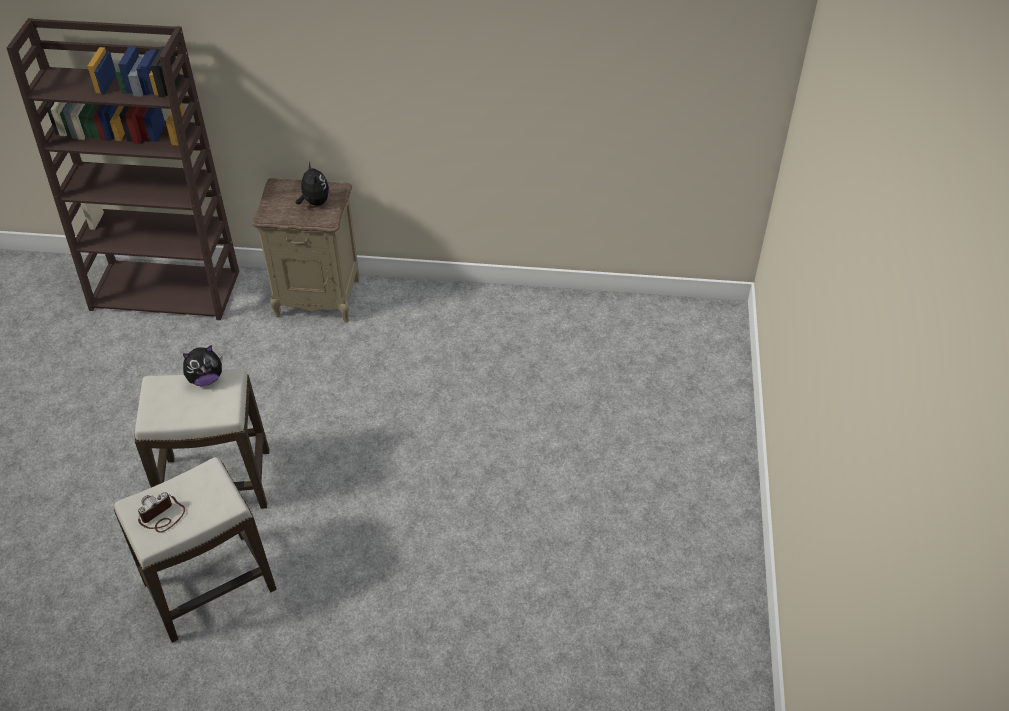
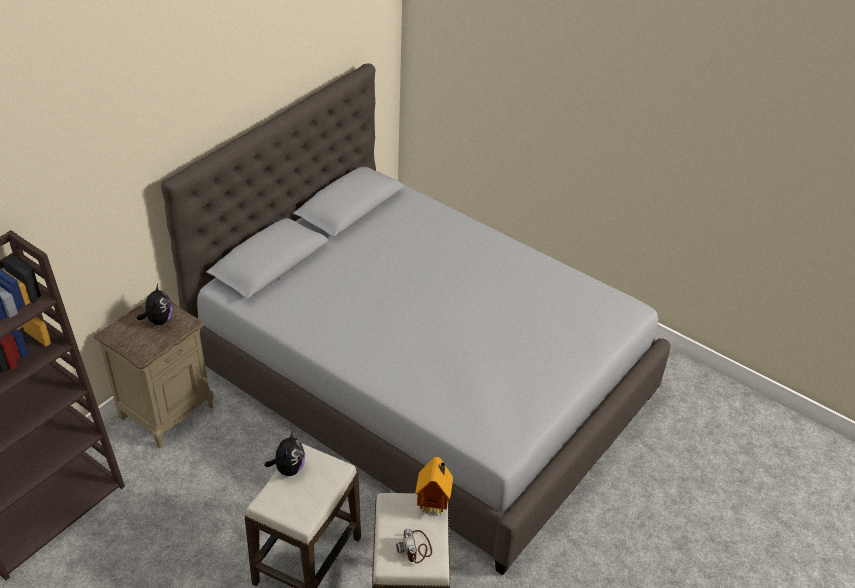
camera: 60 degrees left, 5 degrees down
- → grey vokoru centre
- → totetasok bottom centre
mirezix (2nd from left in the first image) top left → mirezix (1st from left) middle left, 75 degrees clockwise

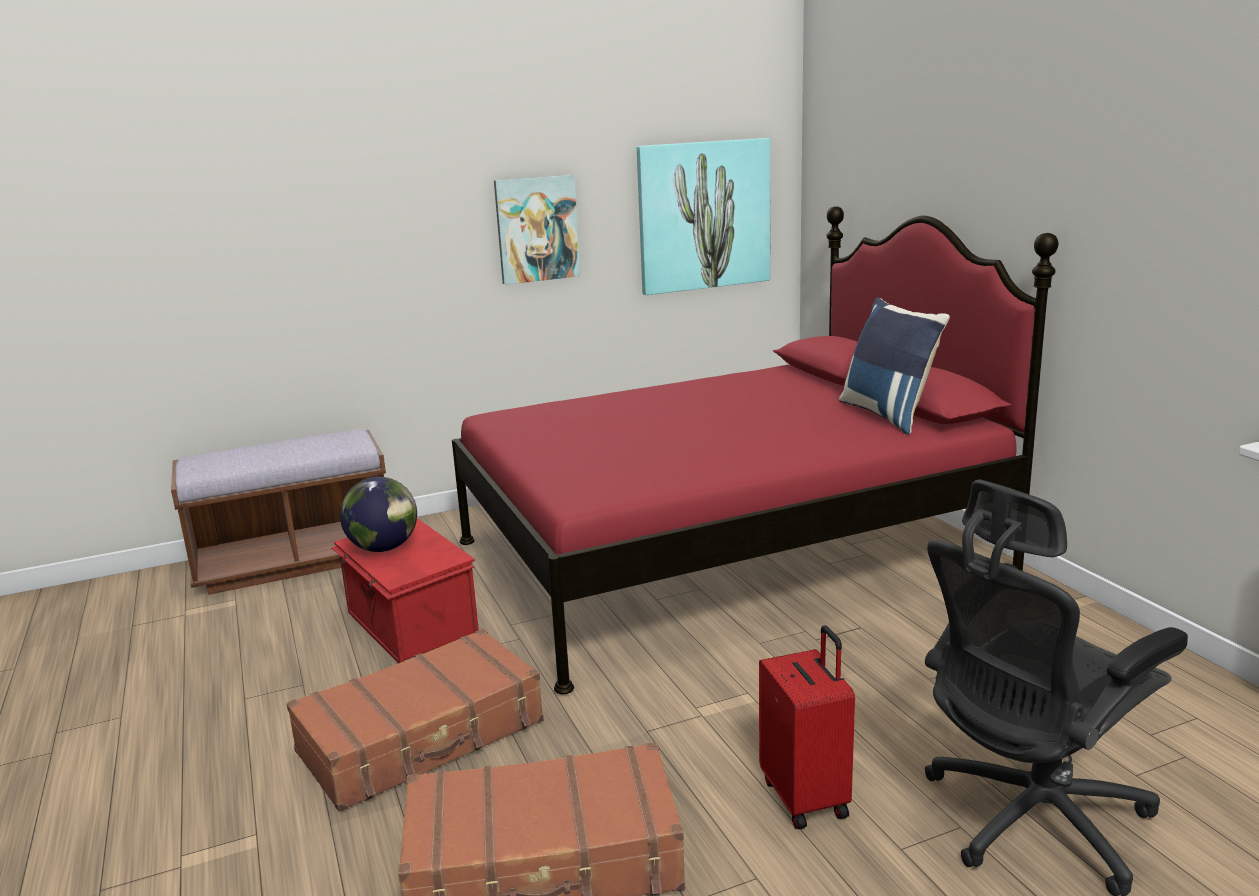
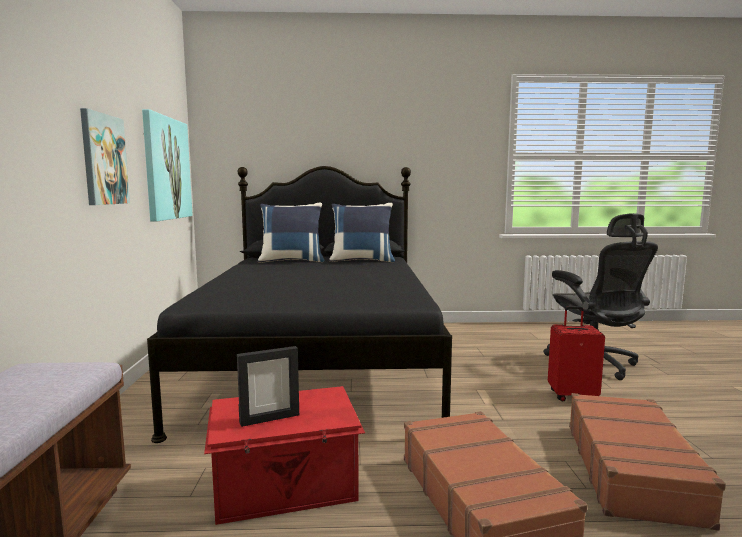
camera: 70 degrees left, 10 degrees down
- → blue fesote (1st from left) centre
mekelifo middle left → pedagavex bottom centre
red vokoru centre → black vokoru centre

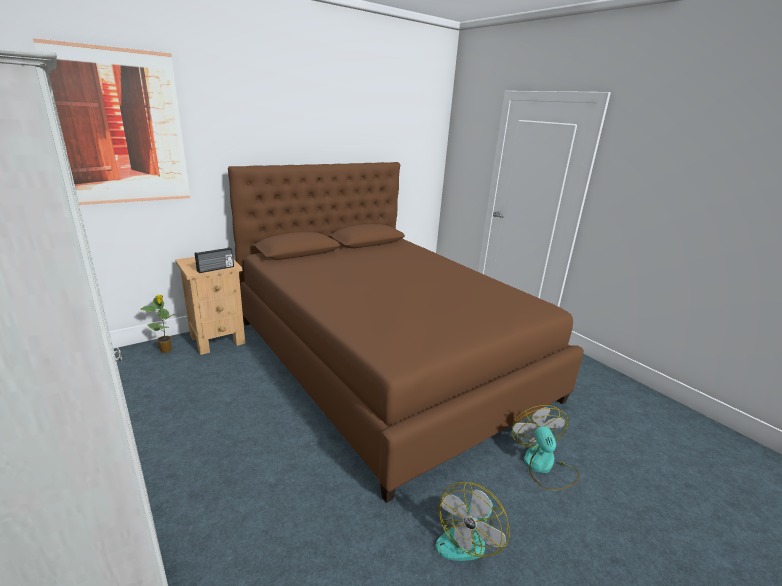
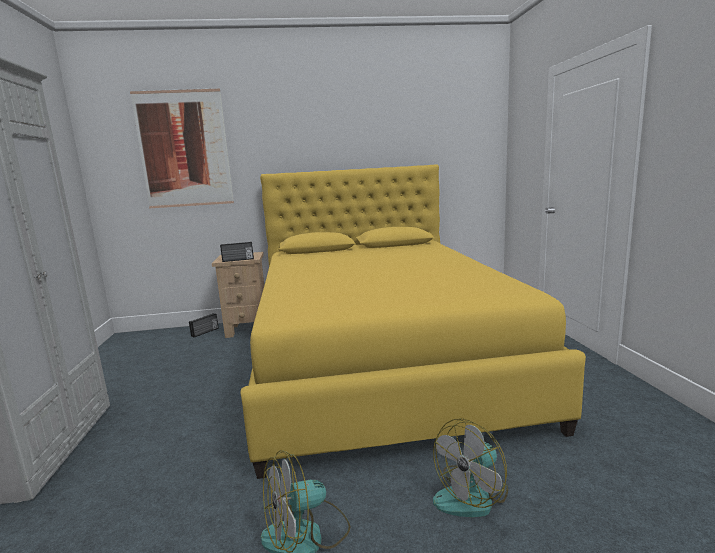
camera: 30 degrees right, 10 degrees down
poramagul middle left → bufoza (1st from left) middle left
brown vokoru centre → yellow vokoru centre
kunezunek (2nd from left) bottom right → kunezunek (2nd from left) bottom centre, 150 degrees counterclockwise

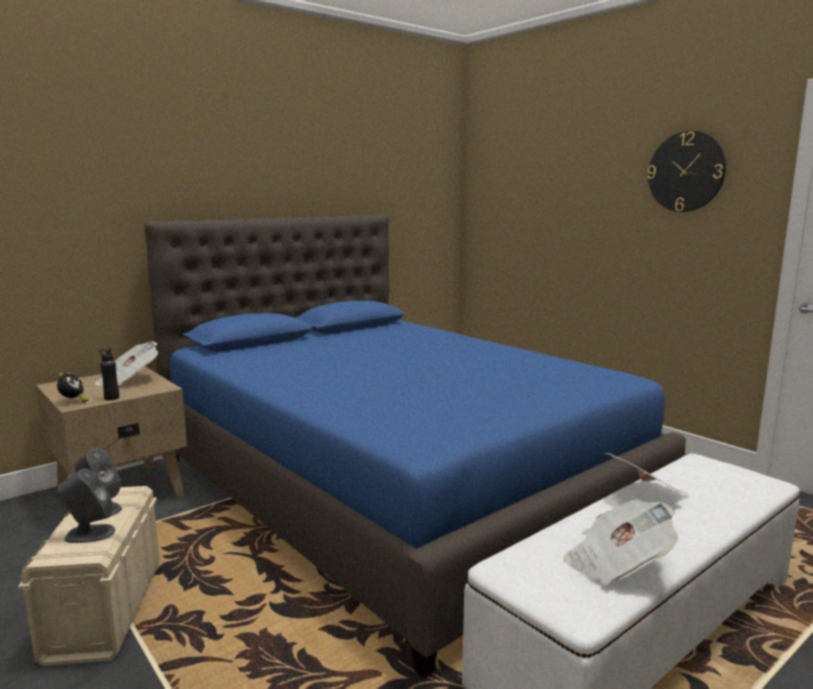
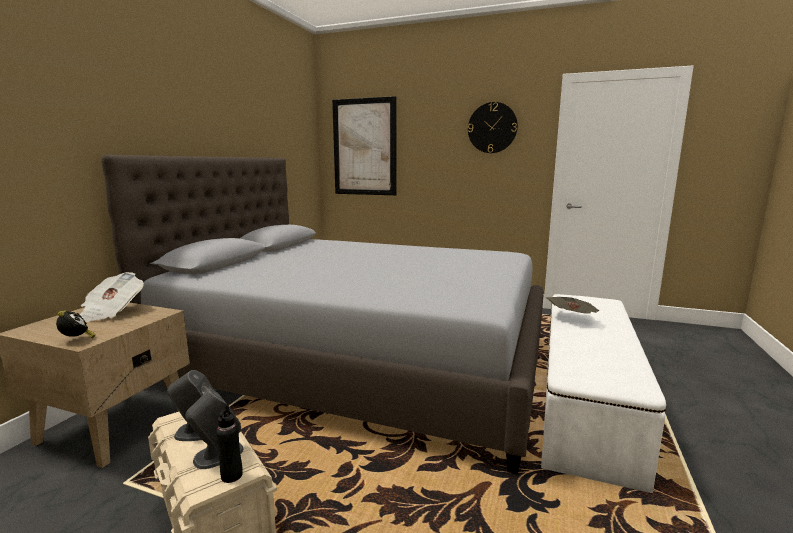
camera: 30 degrees left, 0 degrees up
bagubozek (2nd from left) bottom right → -
- → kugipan top centre
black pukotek middle left → black pukotek bottom left, move
blue vokoru centre → grey vokoru centre

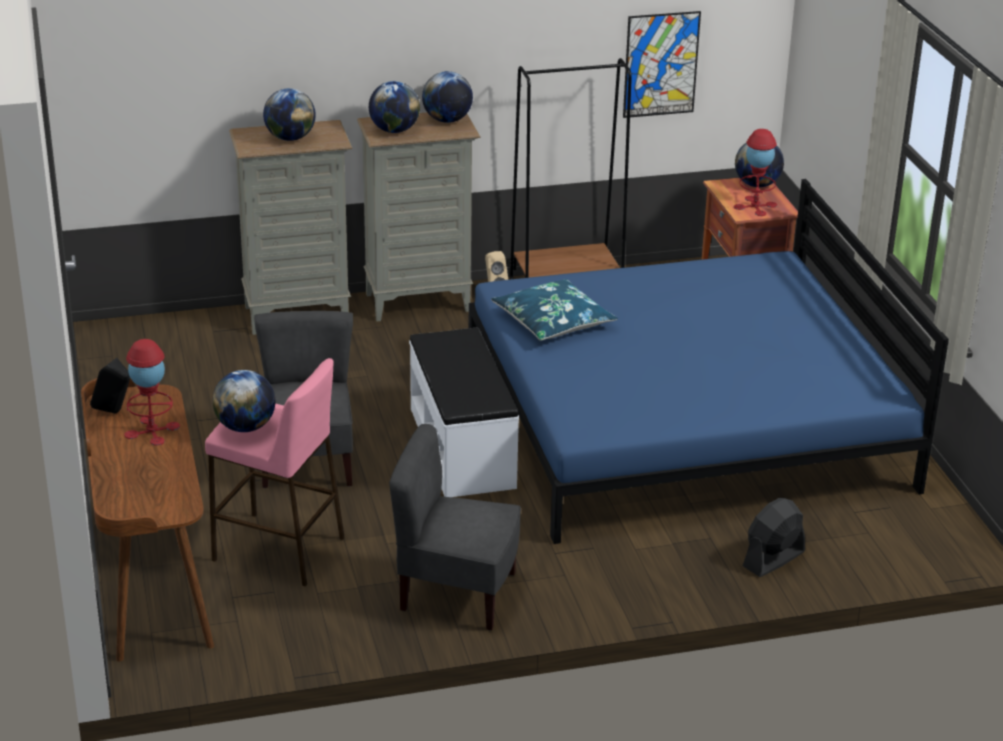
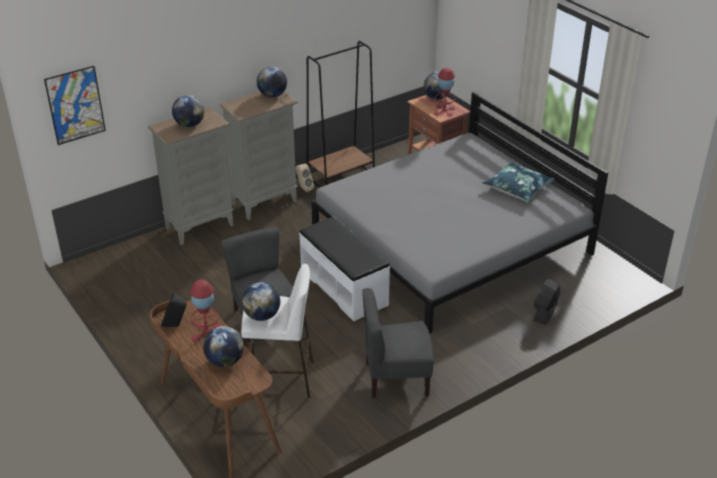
camera: 20 degrees left, 5 degrees up
mekelifo (3rd from left in the first image) top centre → mekelifo (2nd from left) bottom left, move
blue fesote centre → blue fesote middle right, move
kugipan top centre → kugipan top left, move
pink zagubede middle left → white zagubede bottom centre
blue vokoru middle right → grey vokoru centre

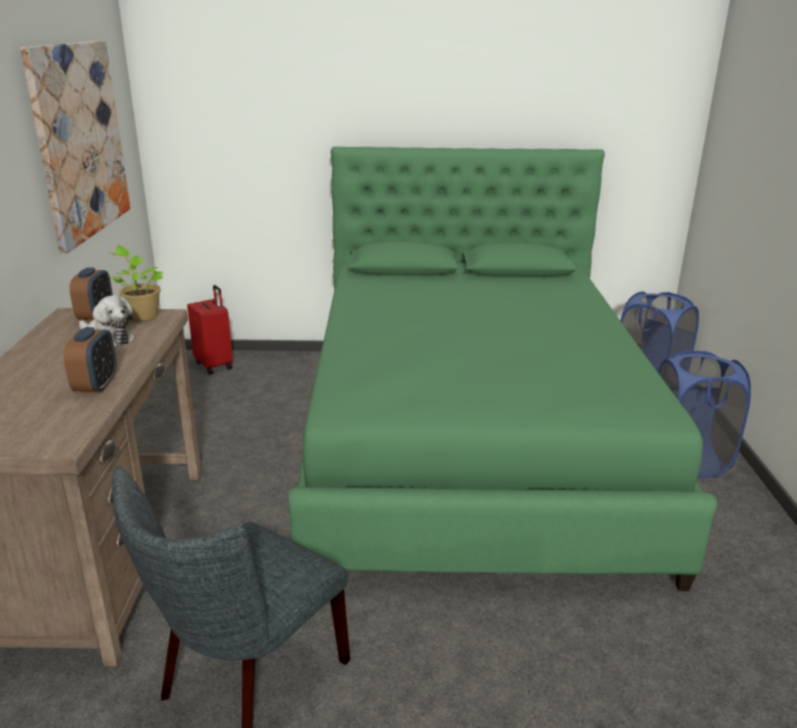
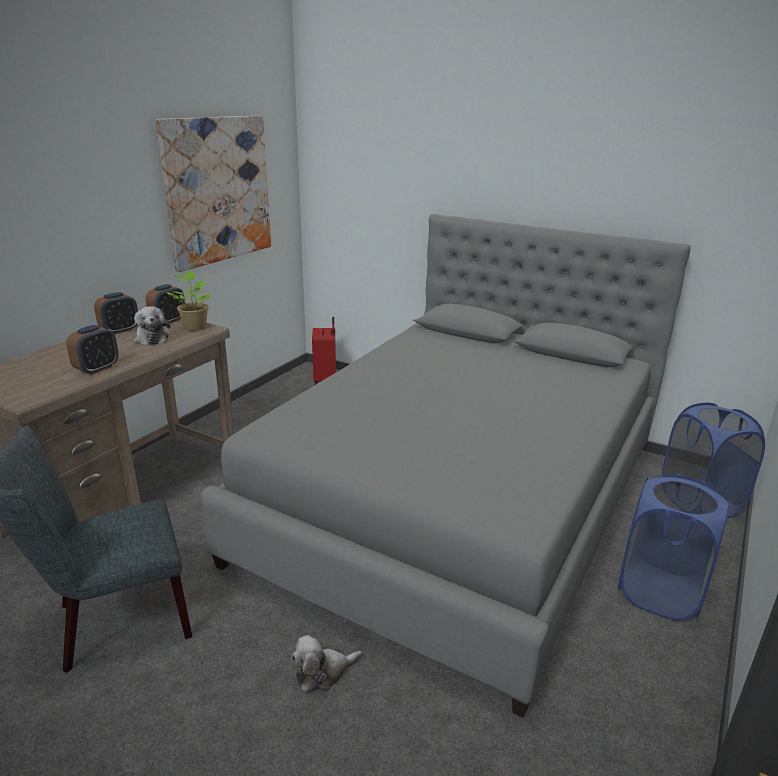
camera: 30 degrees right, 0 degrees up
- → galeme (2nd from left) middle left
- → mirezix (2nd from left) bottom centre
green vokoru centre → grey vokoru centre

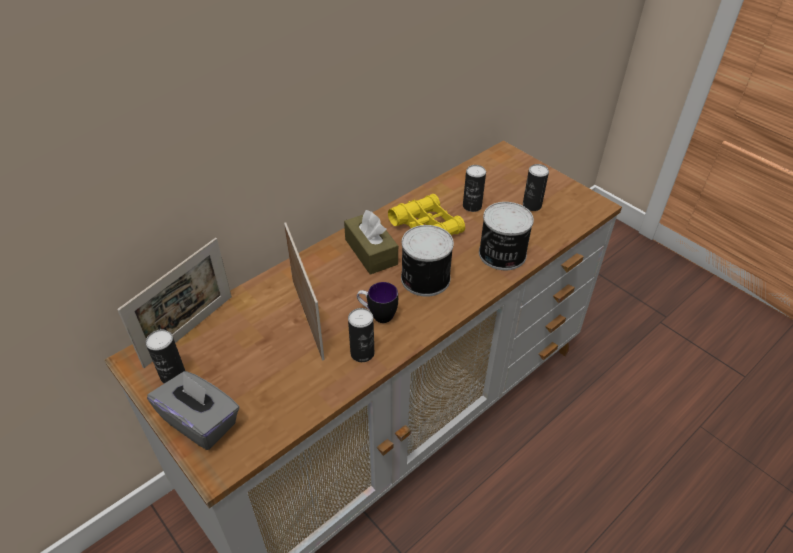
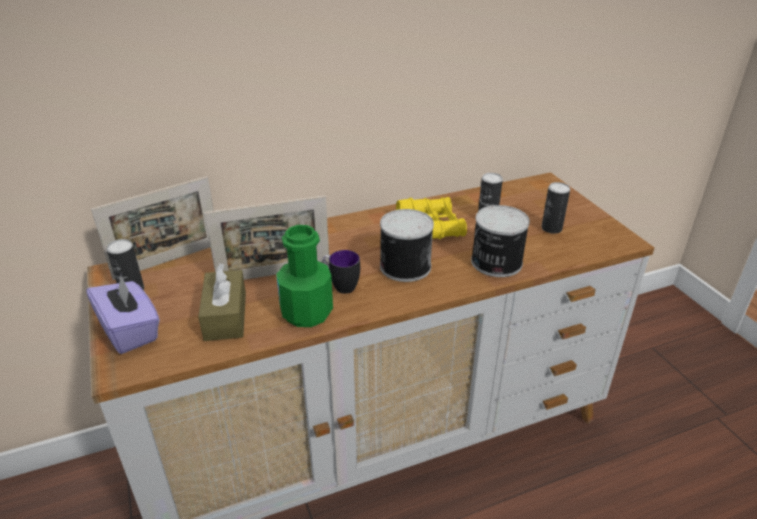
camera: 20 degrees right, 10 degrees down
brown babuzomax centre → brown babuzomax middle left, move
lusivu (2nd from left) centre → green pukotek centre
grey babuzomax bottom left → purple babuzomax middle left
pedagavex (2nd from left) centre, 75 degrees clockwise

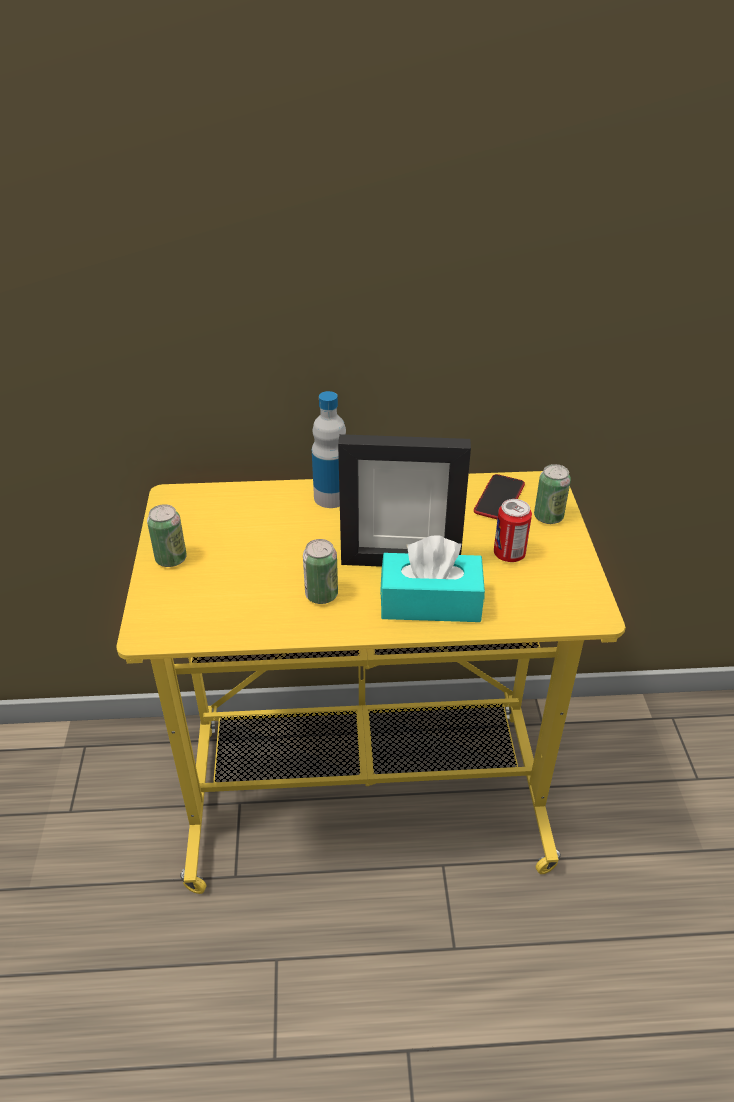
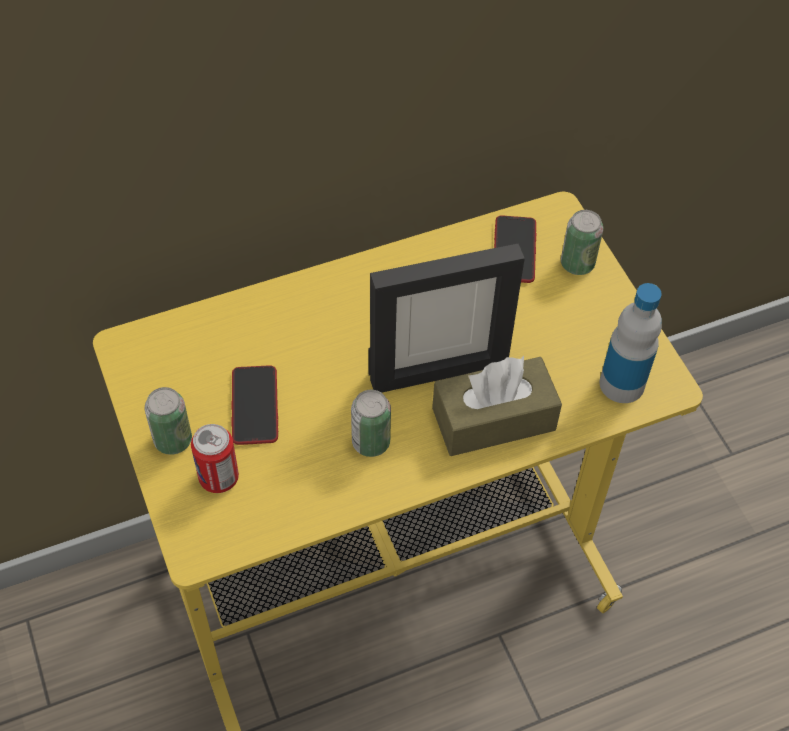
camera: 20 degrees left, 15 degrees up
- → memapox (1st from left) middle left
pukotek centre → pukotek middle right, move
lusivu (3rd from left in the first image) middle right → lusivu (2nd from left) middle left, move
turquoise babuzomax centre → brown babuzomax centre

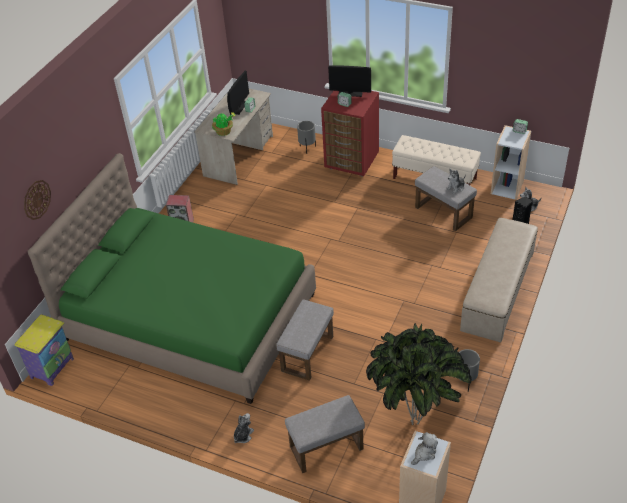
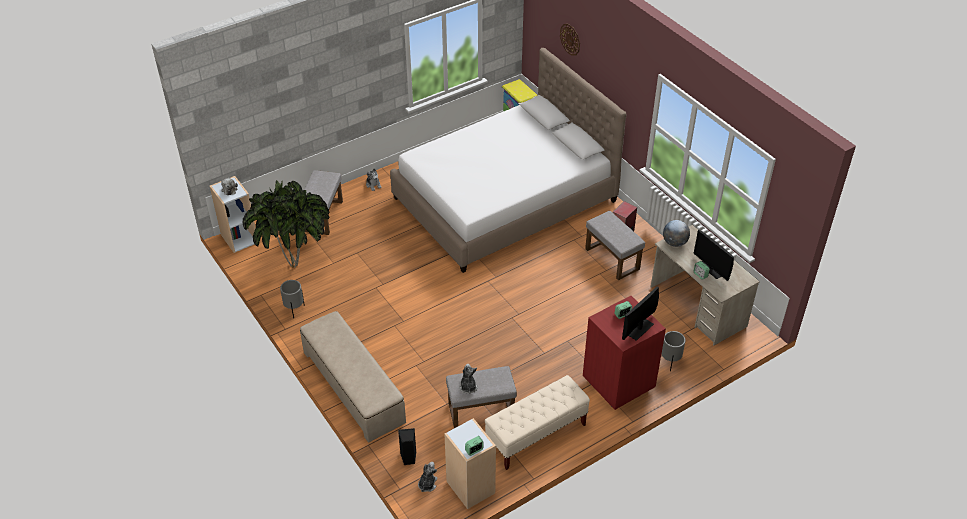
camera: 120 degrees right, 0 degrees up
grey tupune (1st from left in the first image) bottom centre → grey tupune (3rd from left) centre, move
poramagul (1st from left) top centre → mekelifo middle right
green vokoru middle left → white vokoru top centre

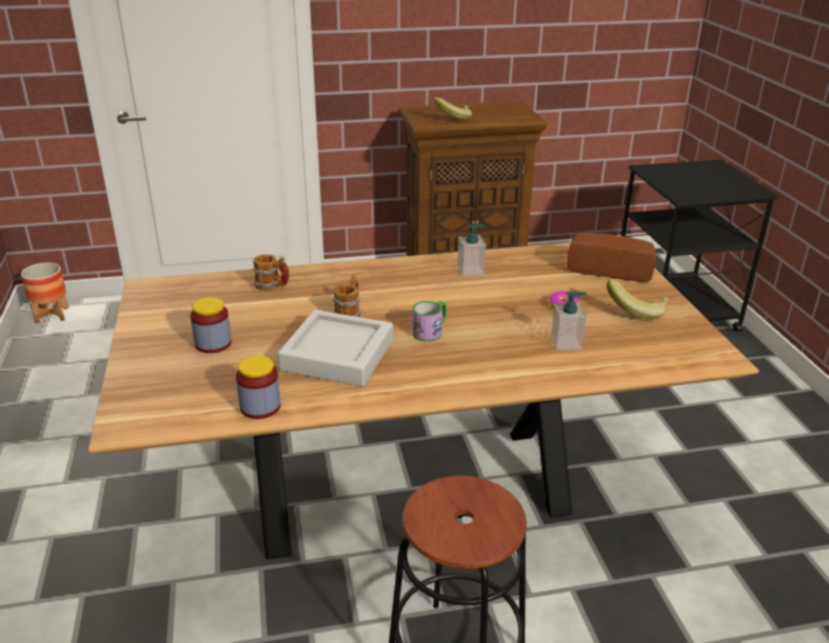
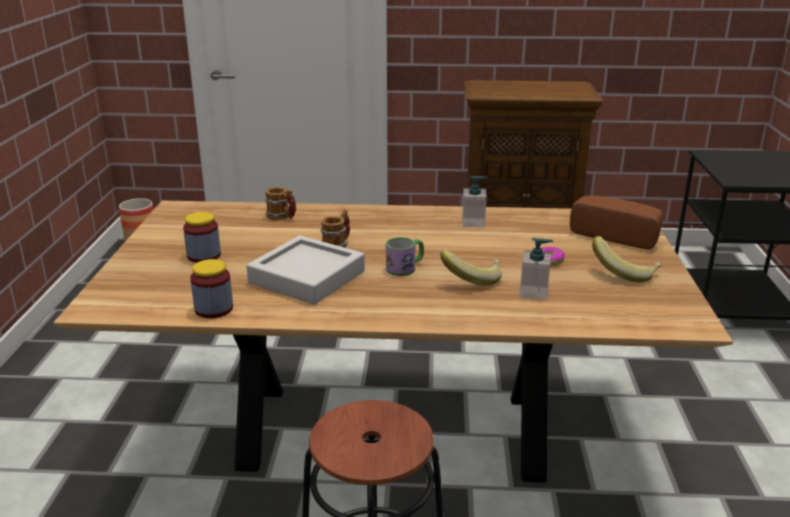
camera: 15 degrees right, 5 degrees down
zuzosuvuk (1st from left) top centre → zuzosuvuk (1st from left) centre, move

